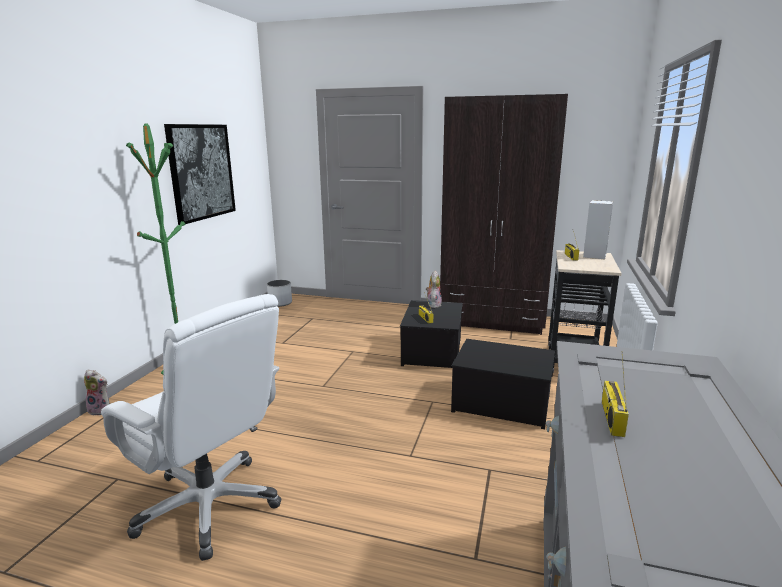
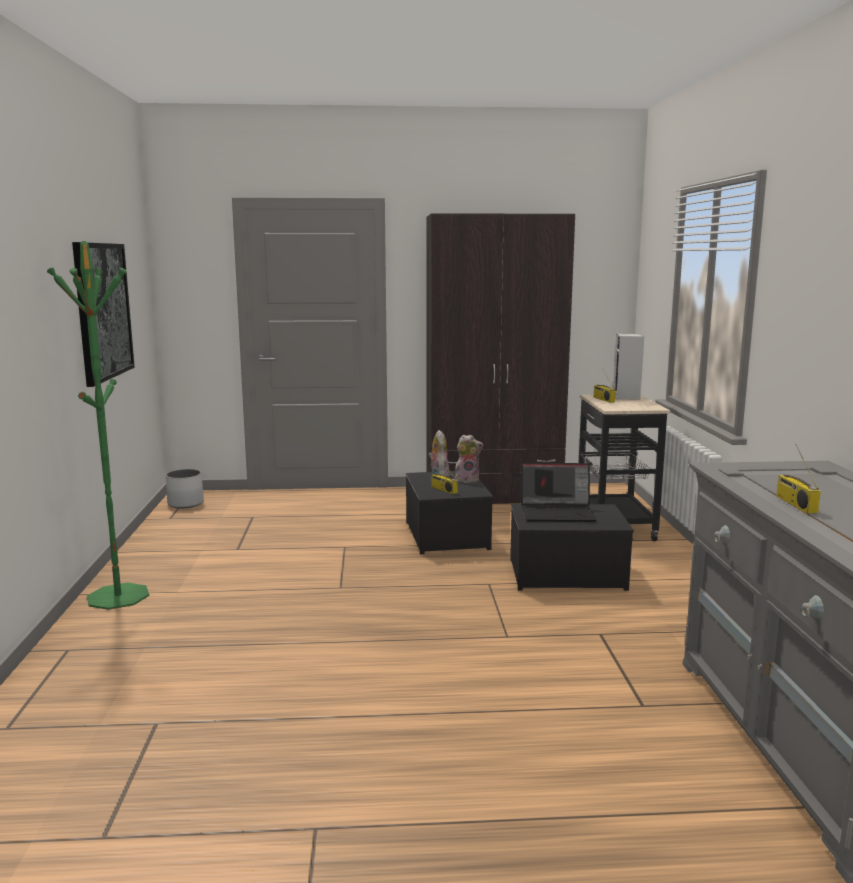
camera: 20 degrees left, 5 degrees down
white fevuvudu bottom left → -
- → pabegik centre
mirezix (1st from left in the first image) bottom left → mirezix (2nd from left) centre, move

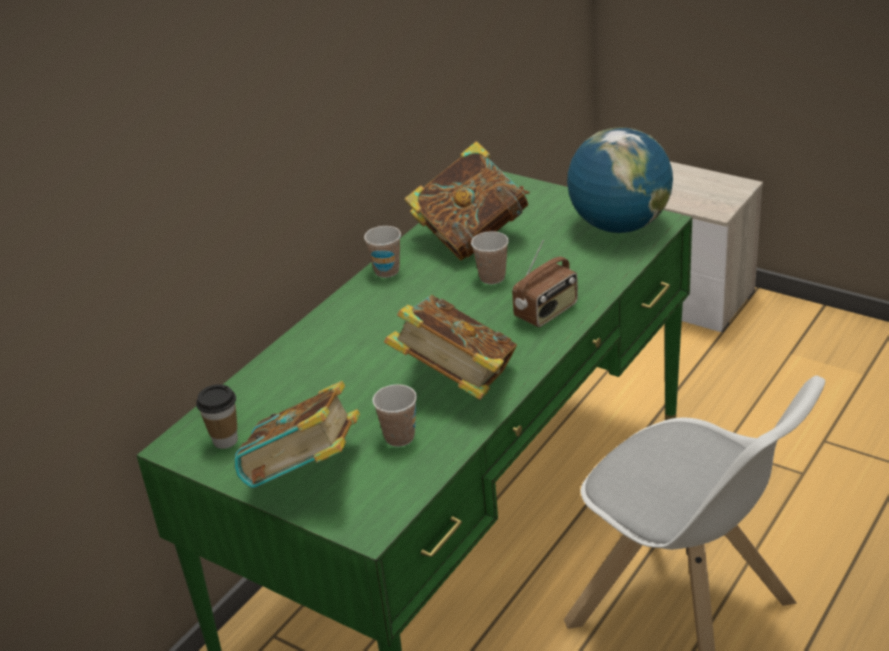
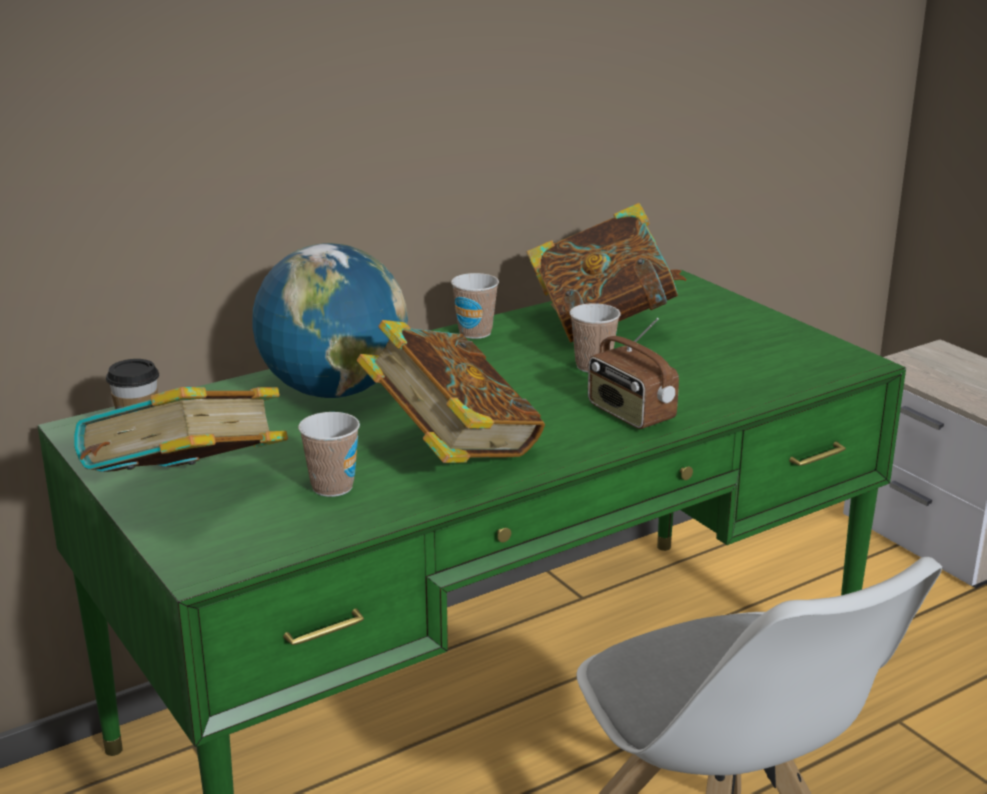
camera: 20 degrees right, 10 degrees down
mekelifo top right → mekelifo centre, move
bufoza centre, 75 degrees clockwise

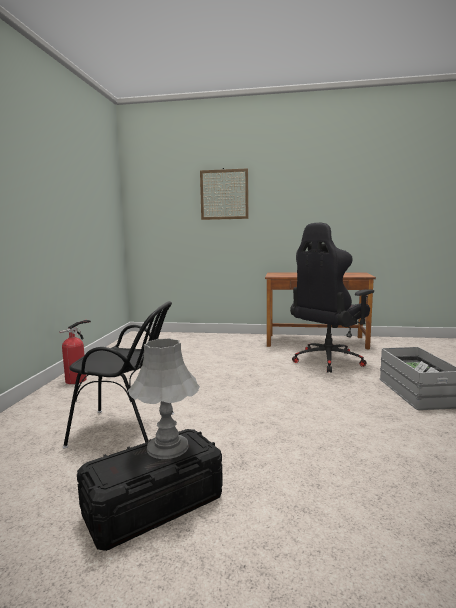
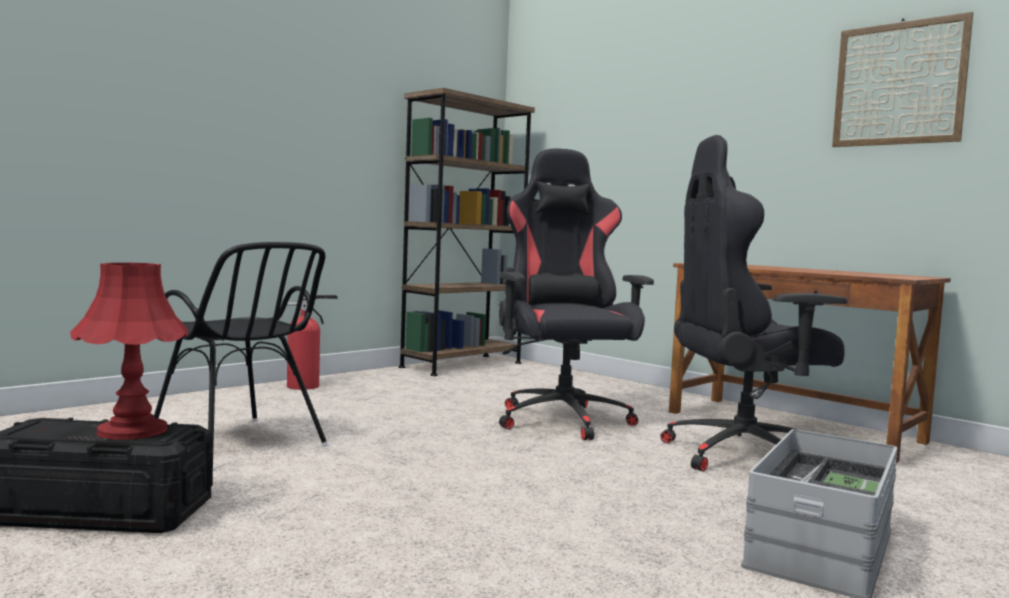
camera: 35 degrees right, 5 degrees down
- → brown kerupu centre
- → black fevuvudu (1st from left) centre
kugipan top centre → kugipan top right, move
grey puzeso centre → red puzeso middle left

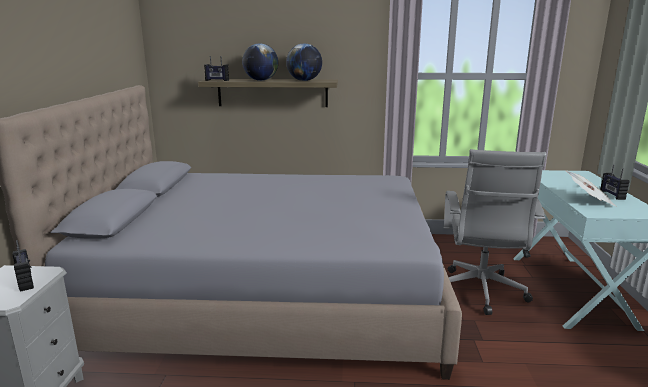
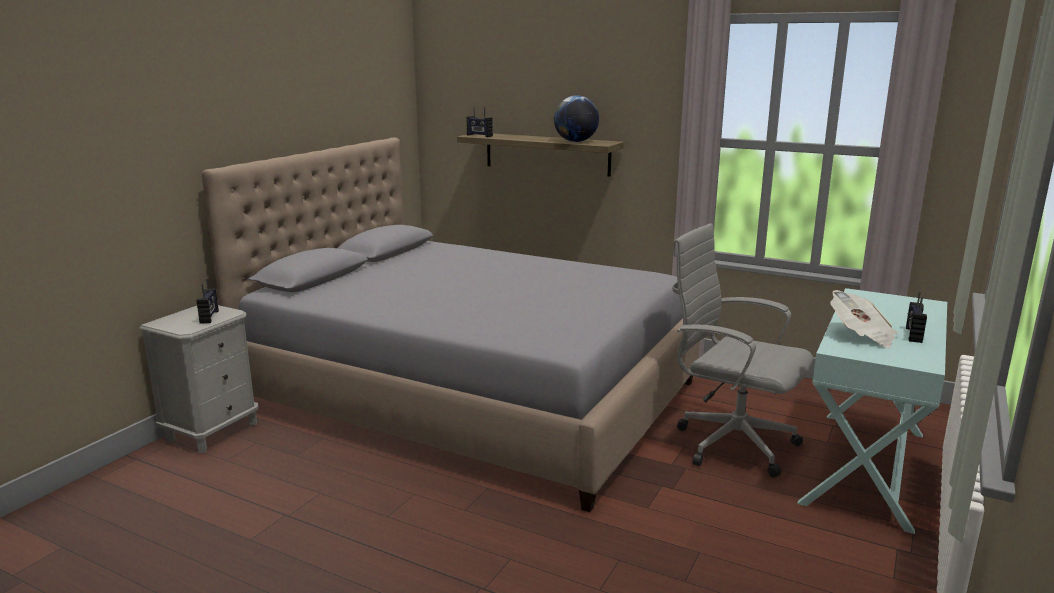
camera: 25 degrees right, 0 degrees up
mekelifo (1st from left) top centre → -
grey fevuvudu middle right, 90 degrees clockwise

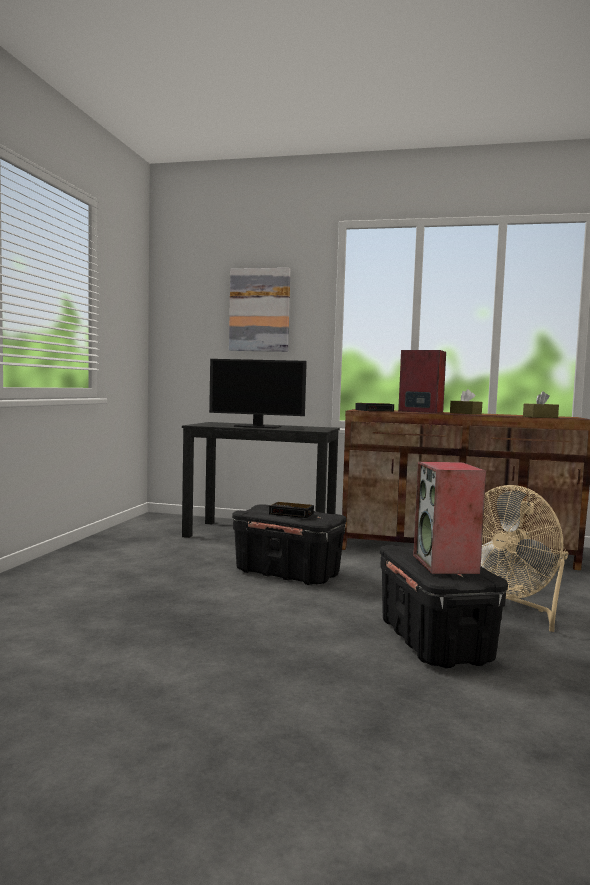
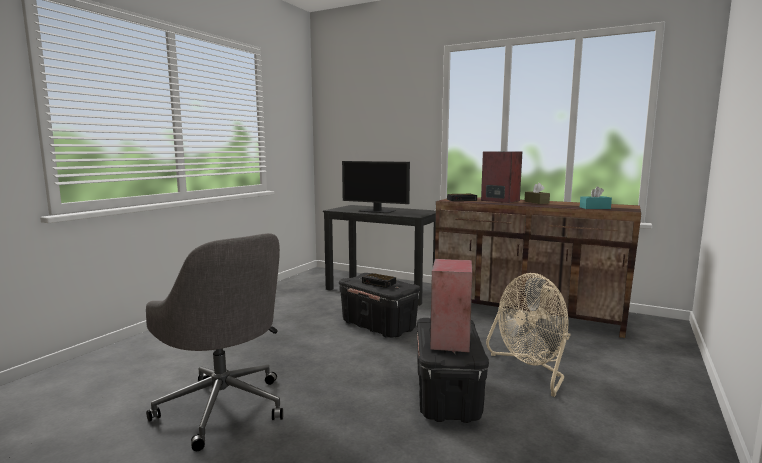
camera: 15 degrees right, 5 degrees up
kugipan centre → -
- → grey fevuvudu bottom left
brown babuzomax (2nd from left) middle right → turquoise babuzomax middle right

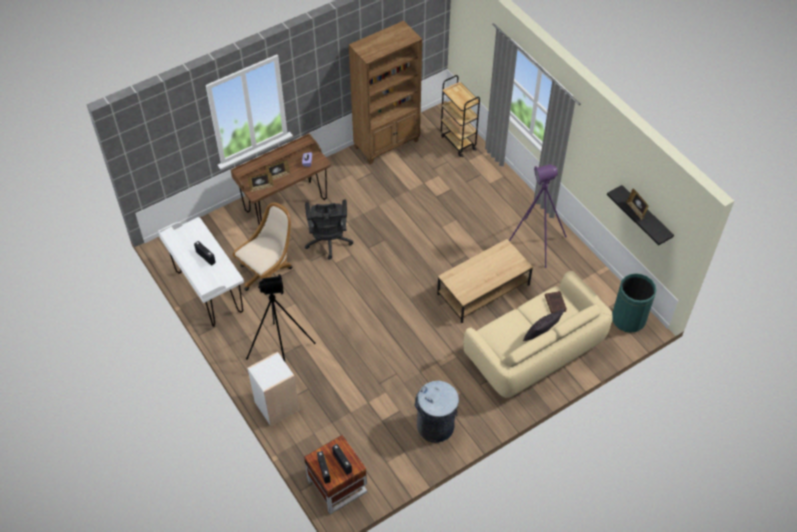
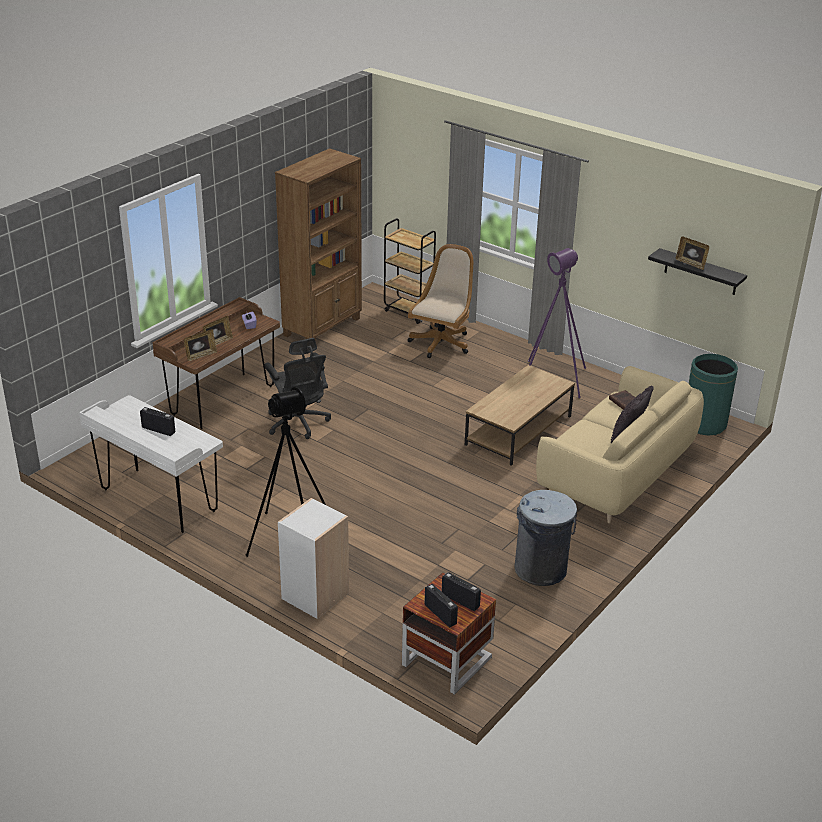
camera: 20 degrees left, 20 degrees down
fevuvudu (1st from left in the first image) middle left → fevuvudu (2nd from left) centre, move

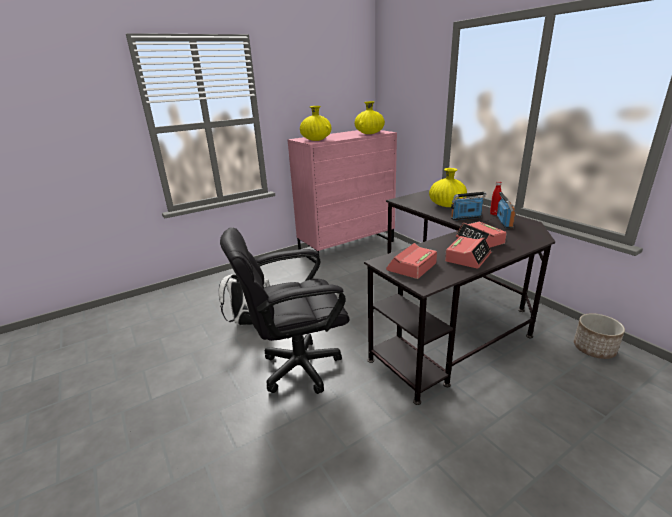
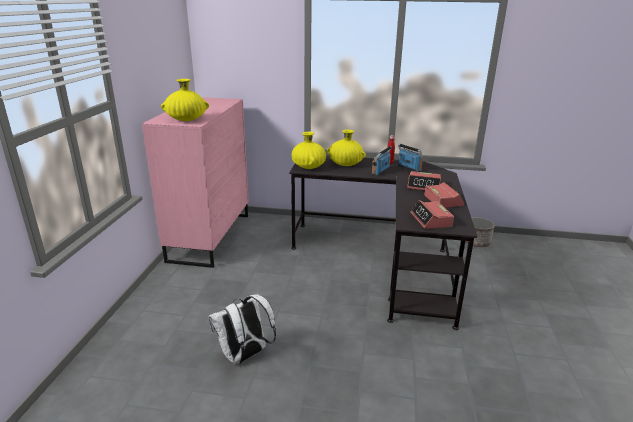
camera: 50 degrees left, 0 degrees up
black fevuvudu centre → -
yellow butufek (2nd from left) top centre → yellow butufek (2nd from left) centre, move

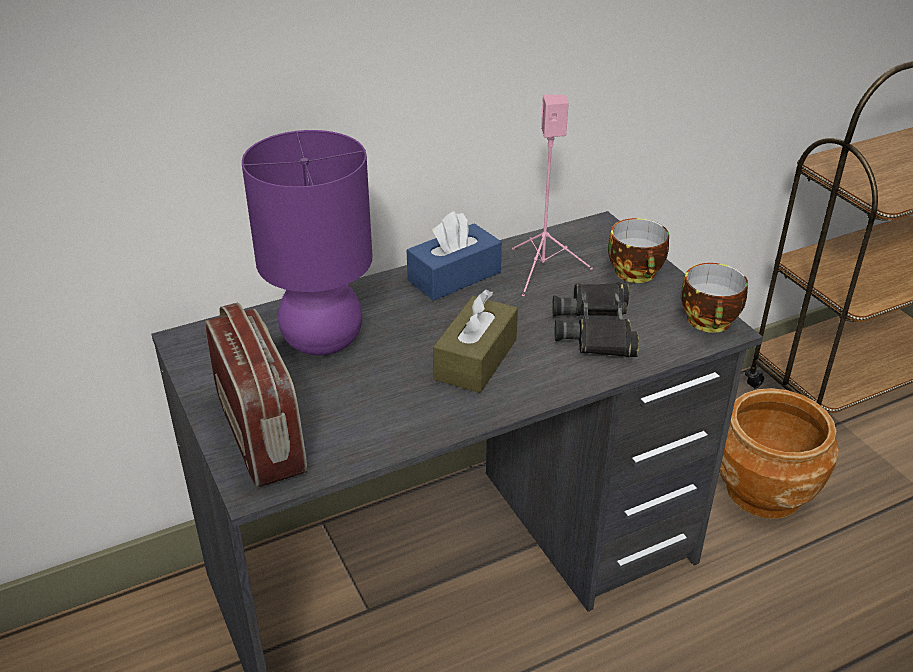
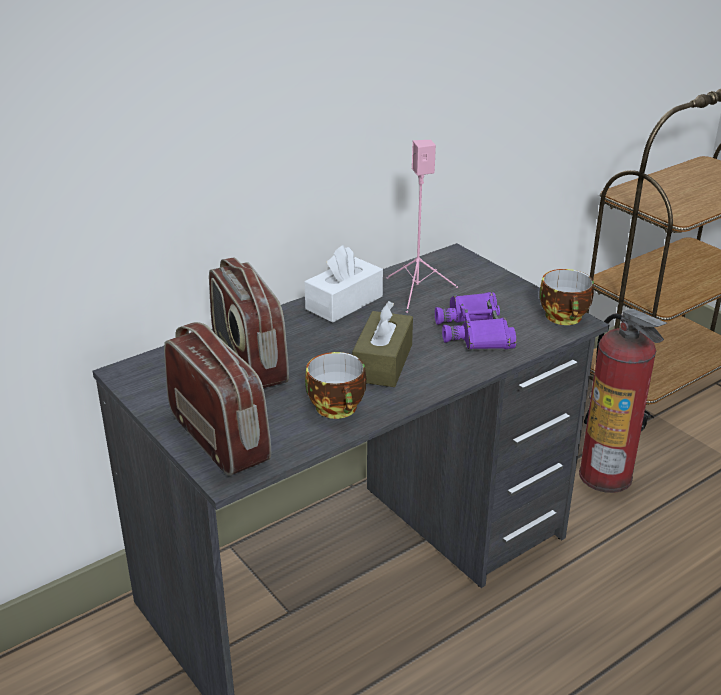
camera: 10 degrees left, 5 degrees down
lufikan (1st from left) middle right → lufikan (1st from left) centre, move
purple puzeso centre → bufoza (2nd from left) centre
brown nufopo bottom right → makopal middle right
blue babuzomax centre → white babuzomax centre
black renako centre → purple renako centre

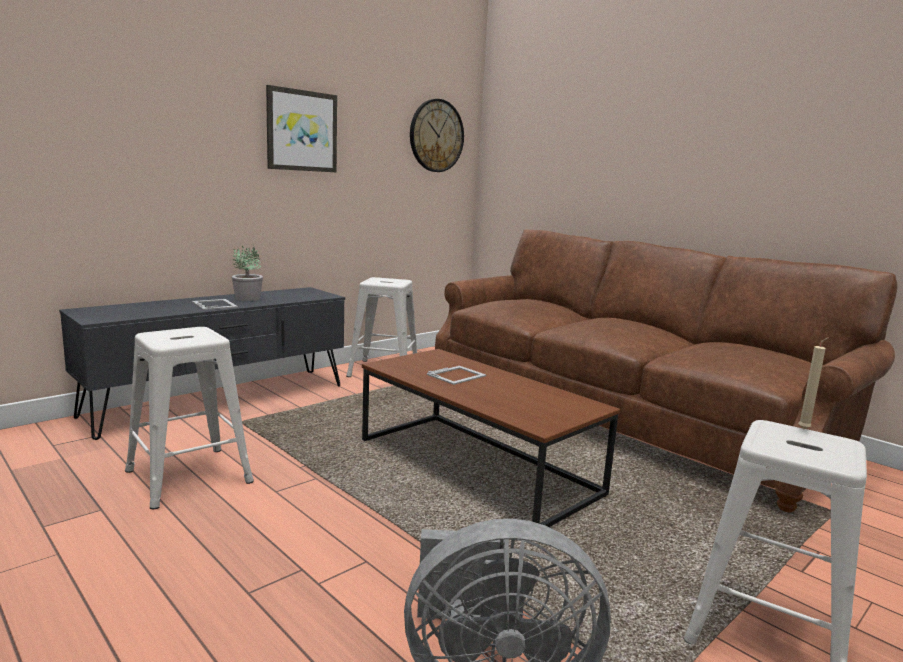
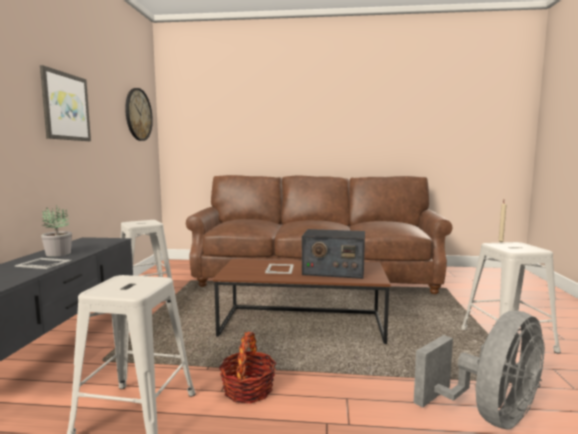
camera: 40 degrees left, 5 degrees down
- → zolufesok bottom centre
- → bufoza centre

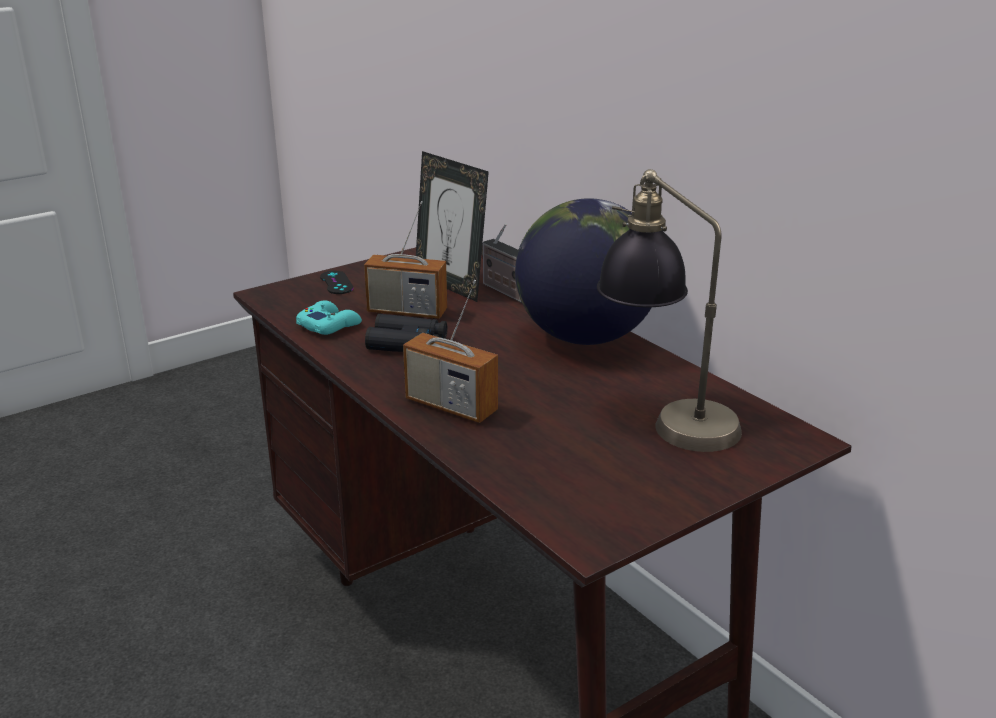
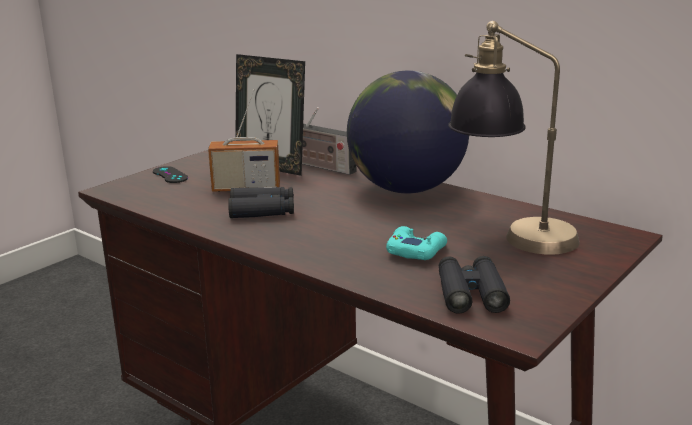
camera: 15 degrees left, 5 degrees down
bufoza (2nd from left) centre → -
- → black renako (2nd from left) bottom right
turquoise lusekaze middle left → turquoise lusekaze centre, move

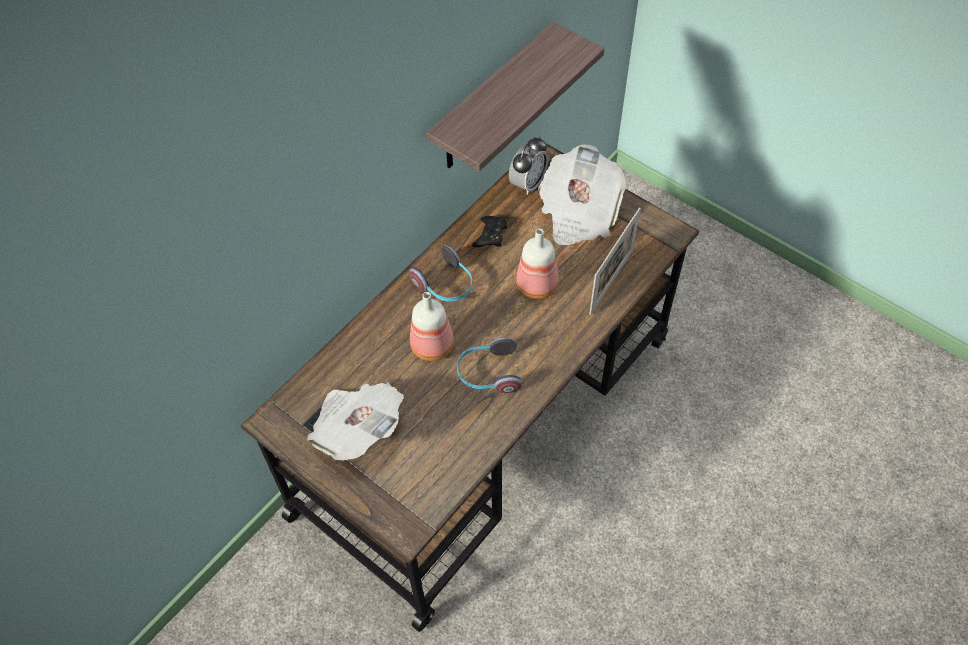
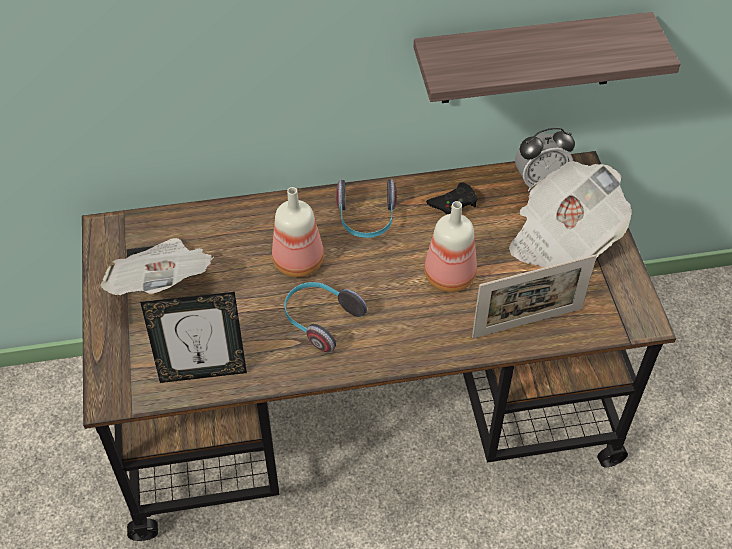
camera: 40 degrees right, 5 degrees down
- → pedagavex (1st from left) middle left

